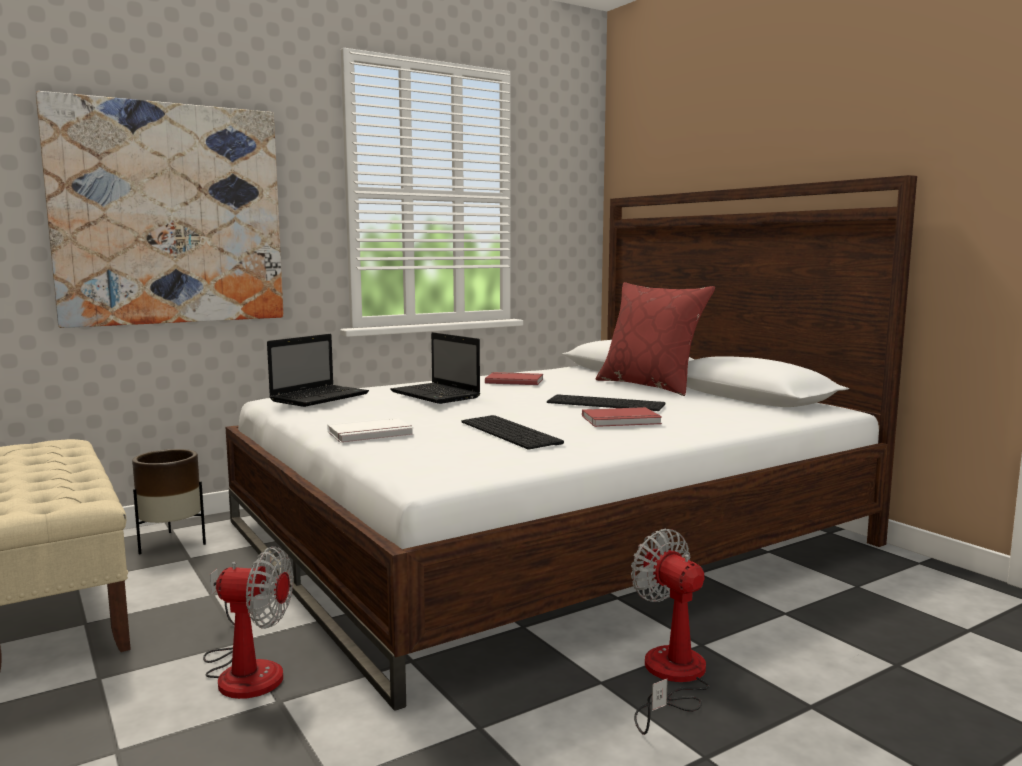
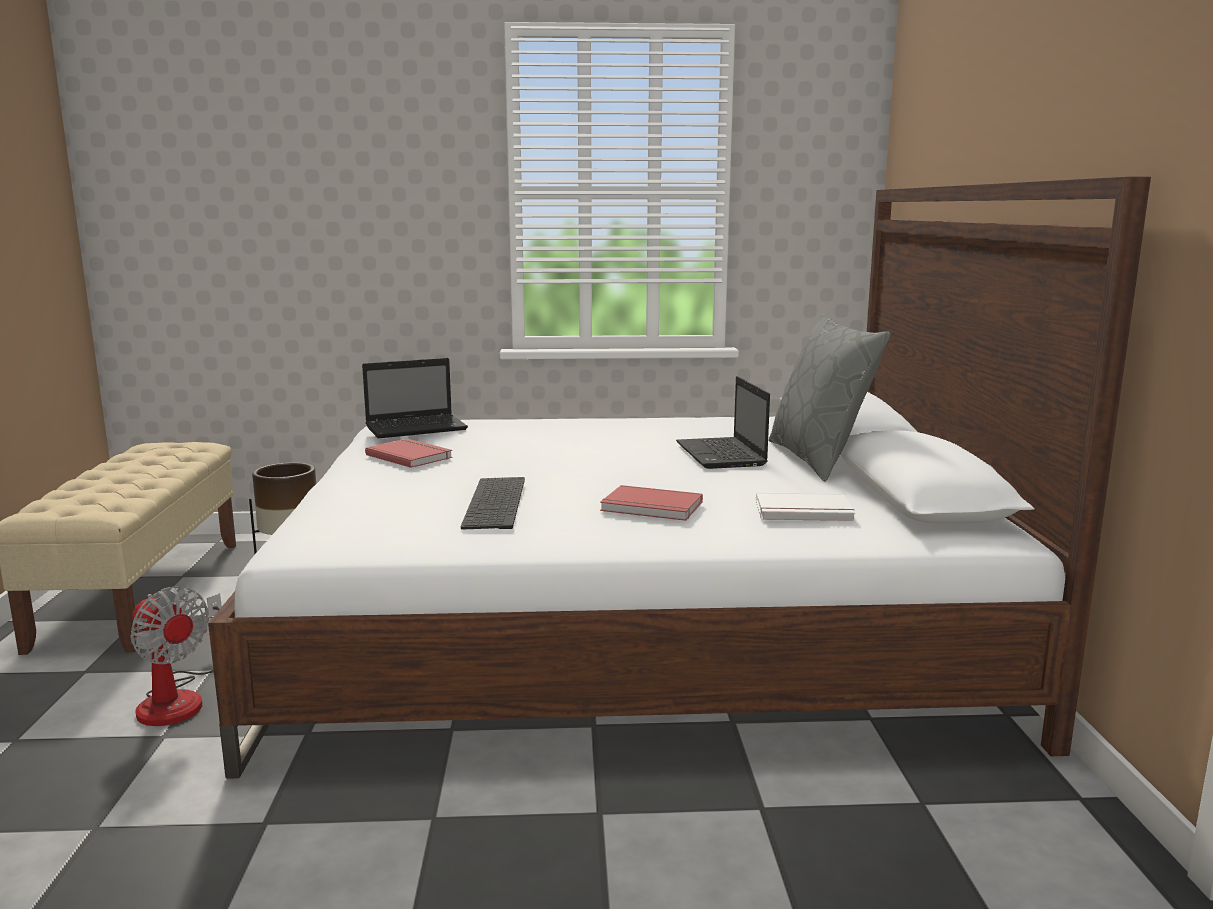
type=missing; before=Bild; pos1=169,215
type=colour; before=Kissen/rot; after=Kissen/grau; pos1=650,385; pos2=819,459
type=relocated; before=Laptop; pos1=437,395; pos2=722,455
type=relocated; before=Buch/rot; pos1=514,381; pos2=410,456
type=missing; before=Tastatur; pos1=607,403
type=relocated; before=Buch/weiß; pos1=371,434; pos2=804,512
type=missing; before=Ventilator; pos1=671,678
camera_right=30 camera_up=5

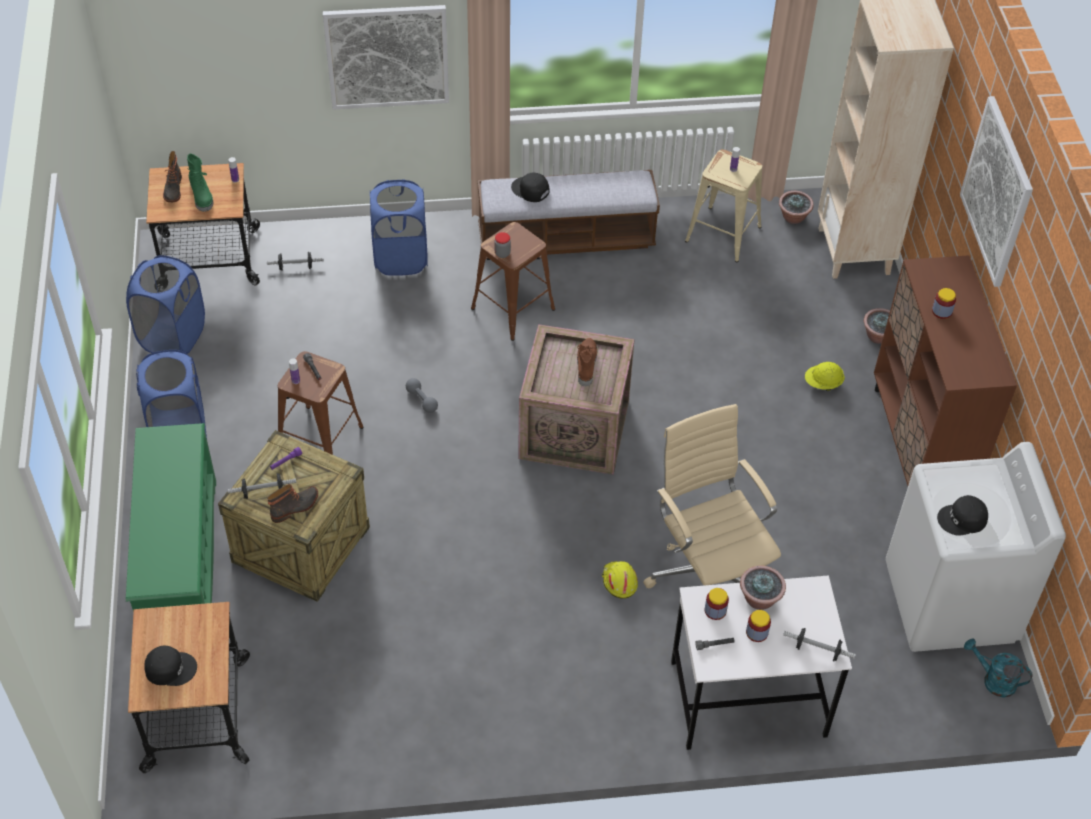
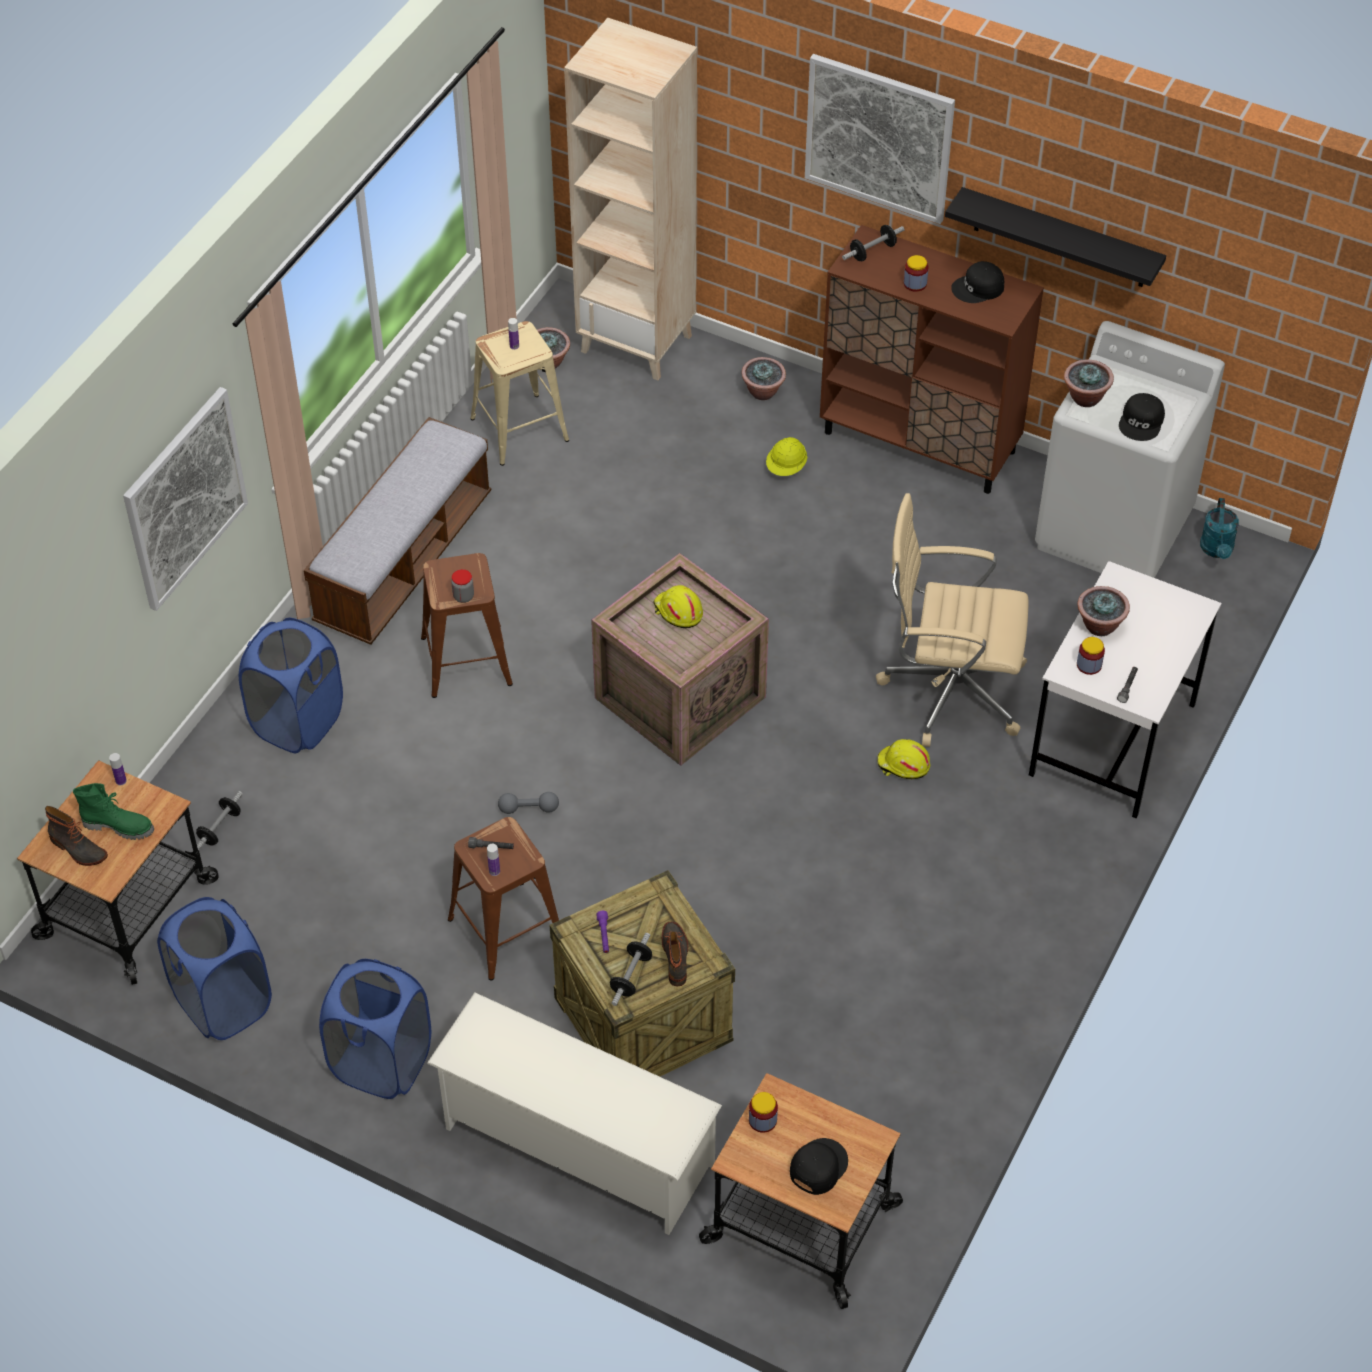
type=relocated; before=Kappe/schwarz; pos1=530,190; pos2=978,288
type=exchanged; before=Stiefel/braun; after=Schutzhelm/gelb; pos1=585,365; pos2=678,612
type=colour; before=Schuhregal/grün; after=Schuhregal/weiß; pos1=181,560; pos2=577,1146
type=relocated; before=Vorratsglas; pos1=757,632; pos2=762,1120
type=relocated; before=Hantel; pos1=817,650; pos2=872,251
type=spun; before=Gießkanne/türkis; pos1=993,680; pos2=1217,550; turn=-60
type=appeared; after=Wandregal/schwarz; pos2=1060,239
type=appeared; after=Topfpflanze; pos2=1085,398
camera_right=-55 camera_up=0

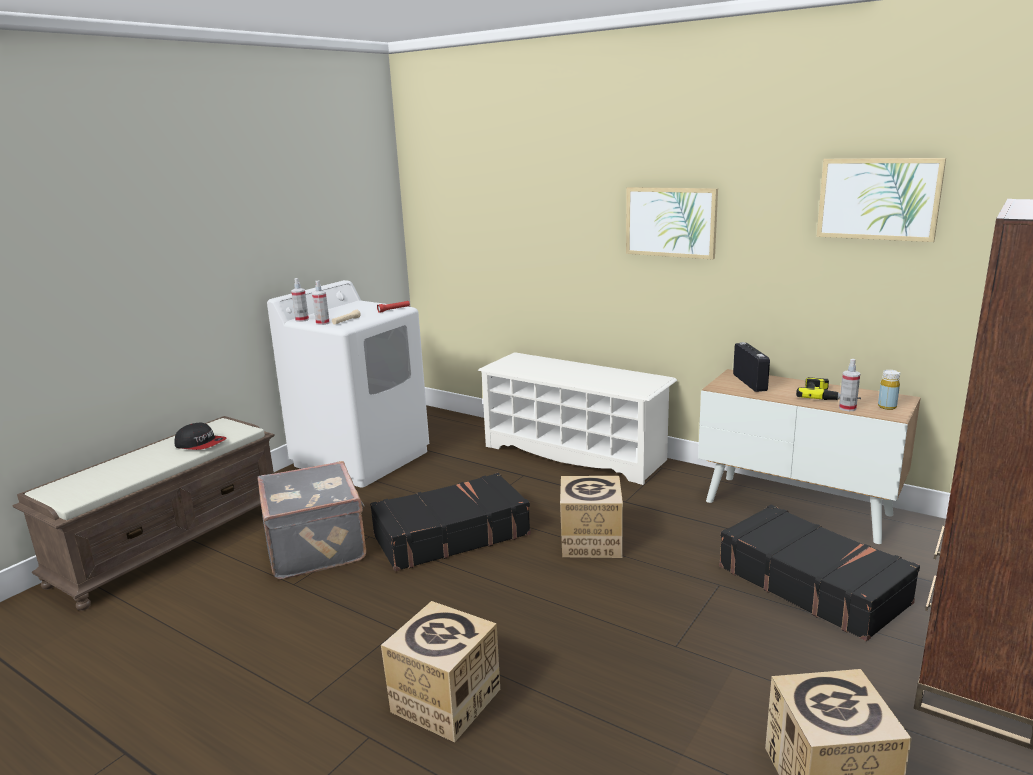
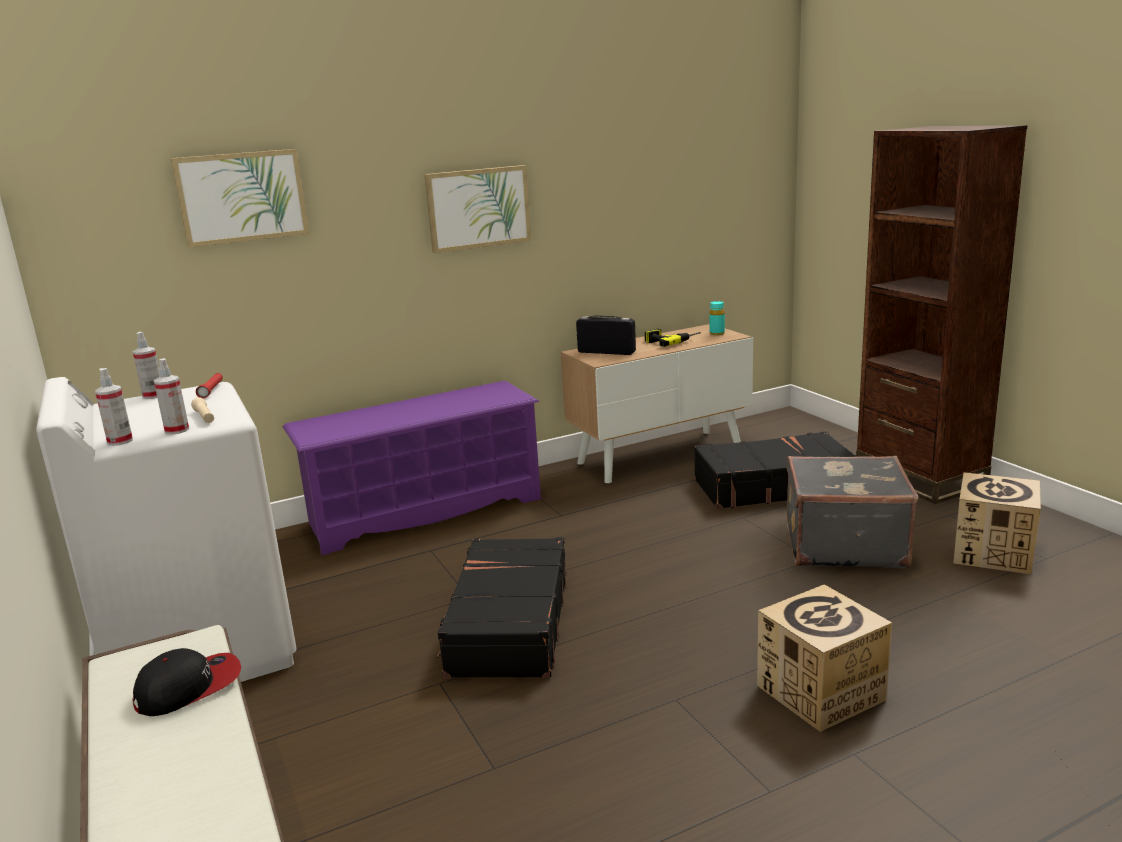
type=relocated; before=Bild; pos1=878,199; pos2=242,197
type=colour; before=Schuhregal/weiß; after=Schuhregal/lila; pos1=575,453; pos2=425,511
type=relocated; before=Sprühflasche; pos1=847,408; pos2=153,396
type=colour; before=Flasche/gelb; after=Flasche/türkis; pos1=887,407; pos2=717,333
type=relocated; before=Koffer/grau; pos1=317,546; pos2=843,545
type=missing; before=Karton; pos1=591,541
camera_right=-60 camera_up=0

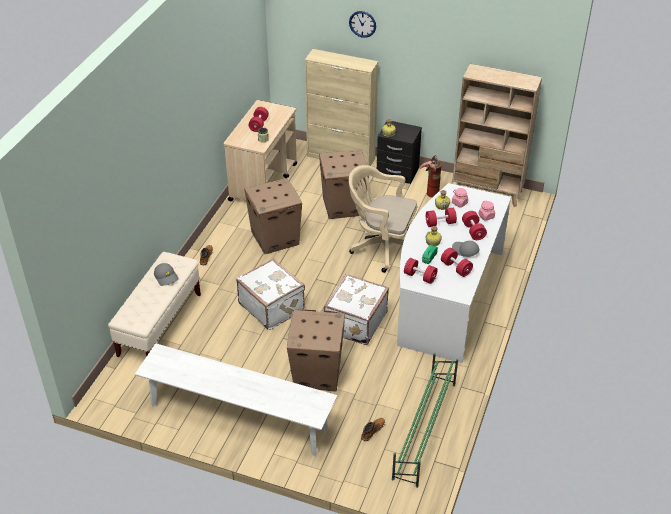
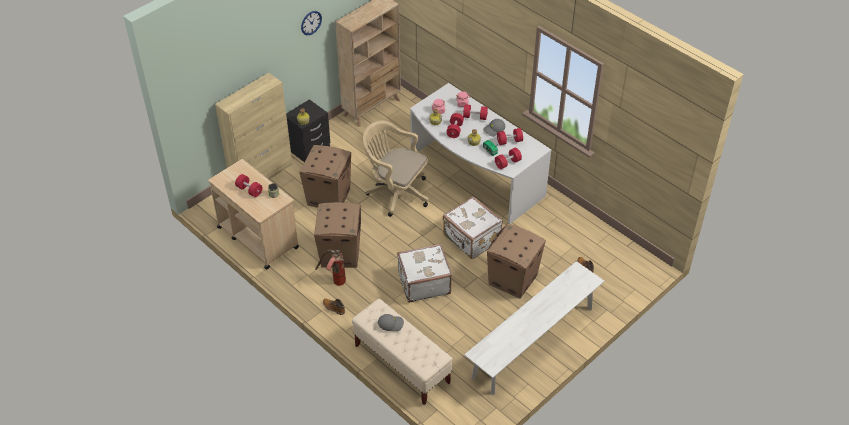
type=relocated; before=Wanduhr; pos1=362,24; pos2=311,22
type=relocated; before=Feuerlöscher; pos1=430,191; pos2=334,280
type=spun; before=Bürostuhl/beige; pos1=381,247; pos2=395,192; turn=75
type=missing; before=Schuhregal/grün; pos1=424,430
camera_right=-65 camera_up=5

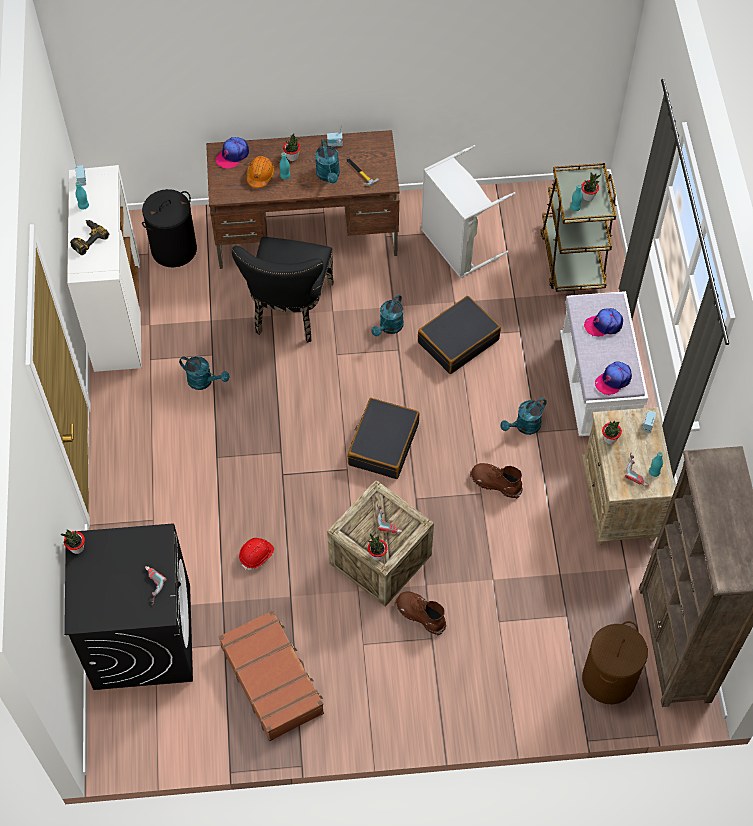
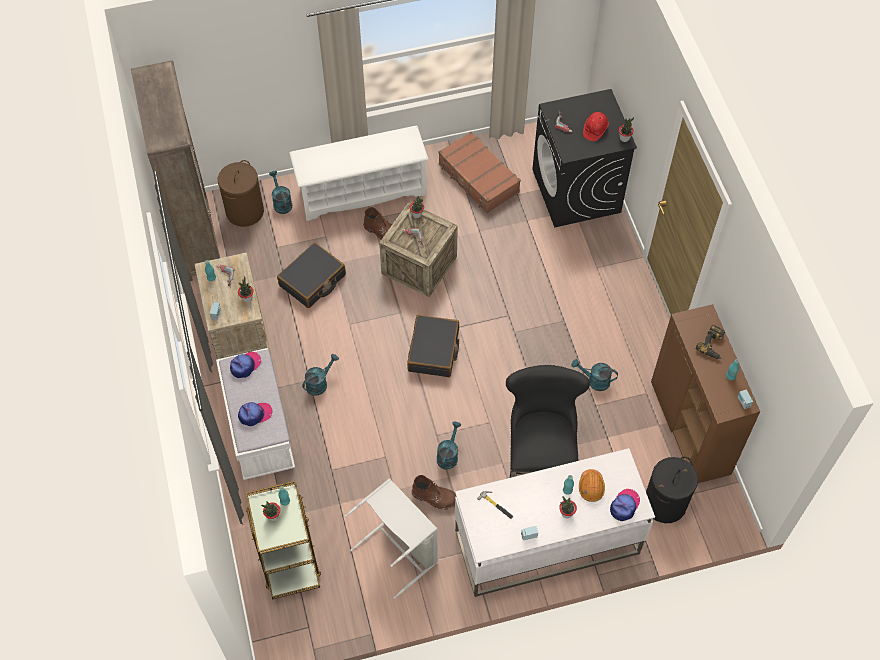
type=colour; before=Schreibtisch/braun; after=Schreibtisch/weiß; pos1=307,232; pos2=546,542
type=relocated; before=Gießkanne/türkis; pos1=329,176; pos2=281,202
type=colour; before=Schrank/weiß; after=Schrank/braun; pos1=117,315; pos2=690,429
type=relocated; before=Koffer/schwarz; pos1=458,341; pos2=312,281
type=relocated; before=Stiefel/braun; pos1=495,483; pos2=434,497
type=relocated; before=Schutzhelm/rot; pos1=257,555; pos2=595,130
type=appeared; after=Schuhregal/weiß; pos2=362,191
camera_right=170 camera_up=0

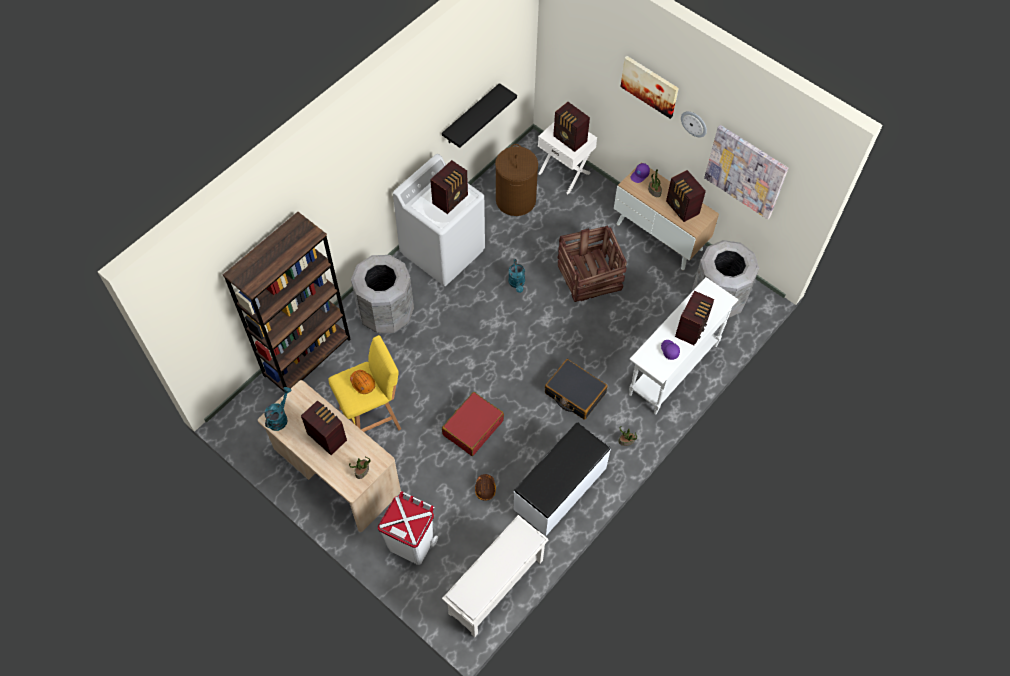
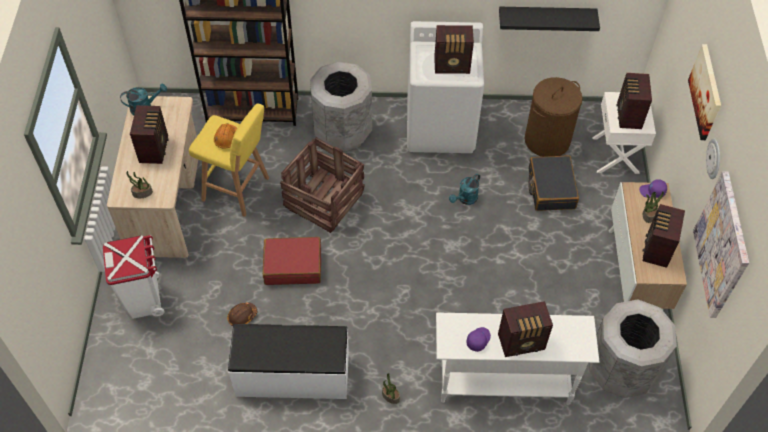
type=relocated; before=Kiste; pos1=589,276; pos2=323,201
type=relocated; before=Koffer/schwarz; pos1=575,393; pos2=551,188
type=missing; before=Schuhregal/weiß; pos1=496,588
camera_right=50 camera_up=-5

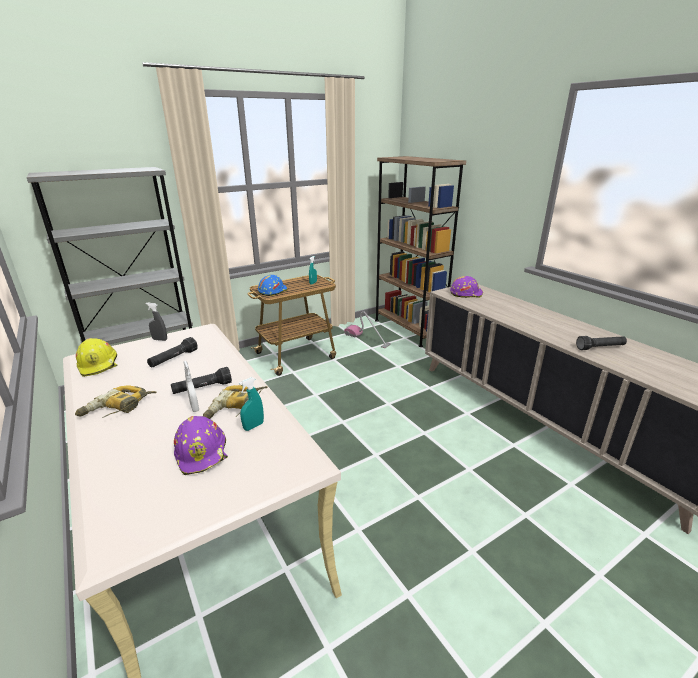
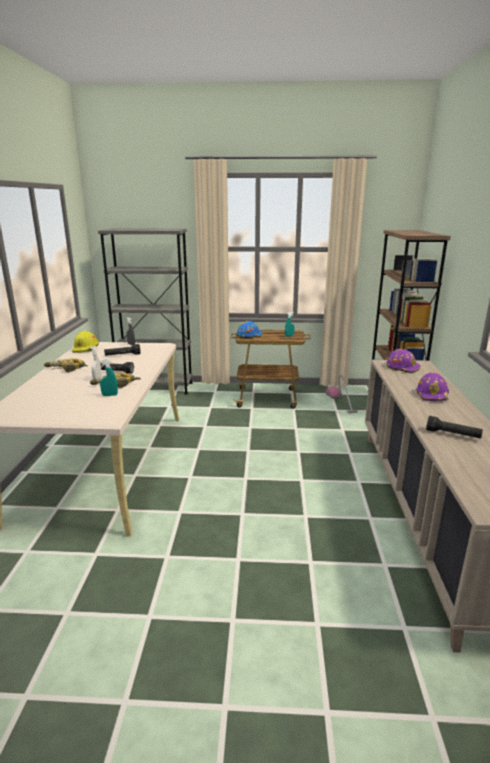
type=relocated; before=Schutzhelm/lila; pos1=202,453; pos2=432,395
camera_right=35 camera_up=-5

